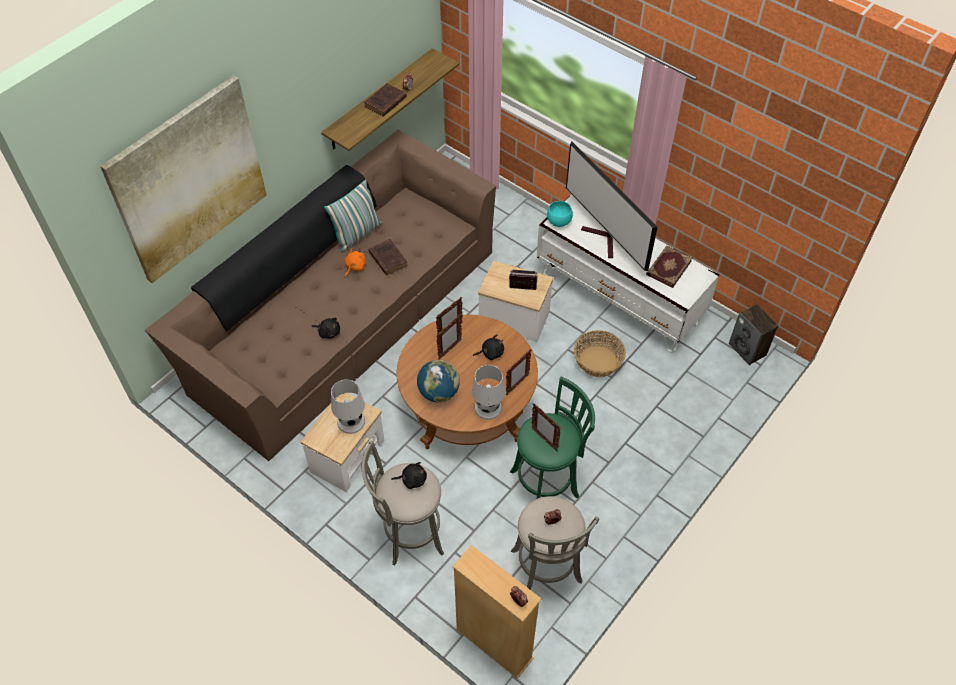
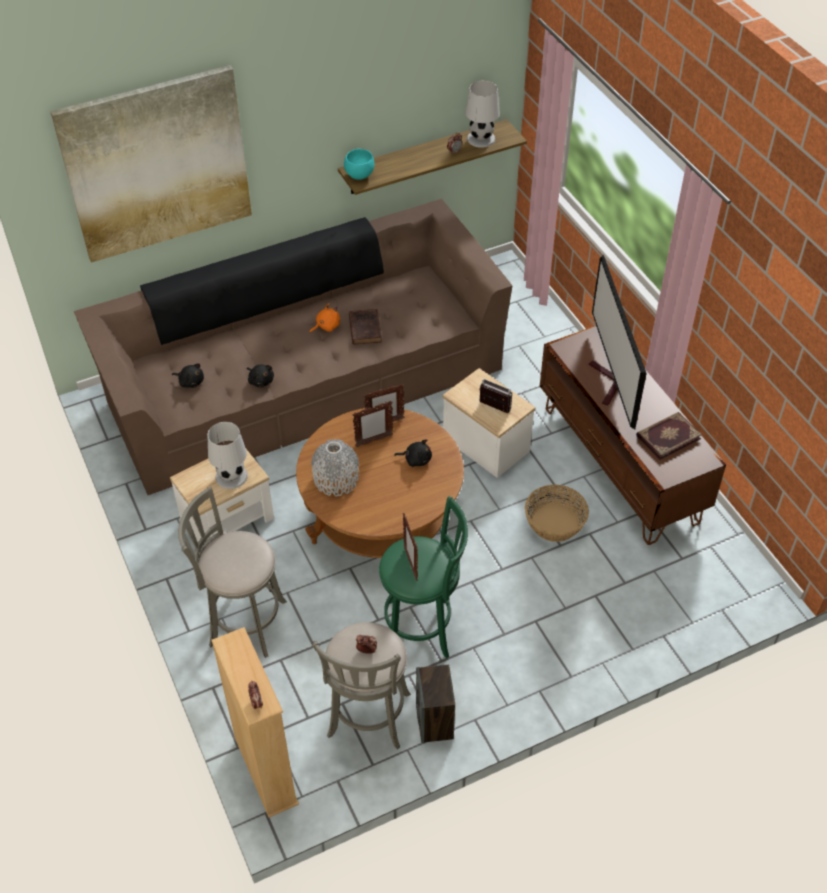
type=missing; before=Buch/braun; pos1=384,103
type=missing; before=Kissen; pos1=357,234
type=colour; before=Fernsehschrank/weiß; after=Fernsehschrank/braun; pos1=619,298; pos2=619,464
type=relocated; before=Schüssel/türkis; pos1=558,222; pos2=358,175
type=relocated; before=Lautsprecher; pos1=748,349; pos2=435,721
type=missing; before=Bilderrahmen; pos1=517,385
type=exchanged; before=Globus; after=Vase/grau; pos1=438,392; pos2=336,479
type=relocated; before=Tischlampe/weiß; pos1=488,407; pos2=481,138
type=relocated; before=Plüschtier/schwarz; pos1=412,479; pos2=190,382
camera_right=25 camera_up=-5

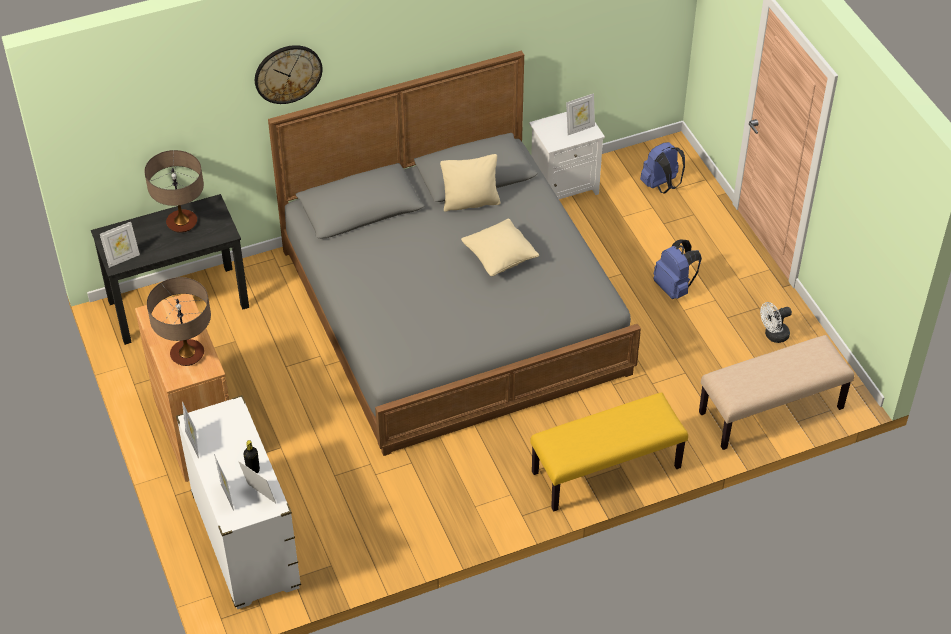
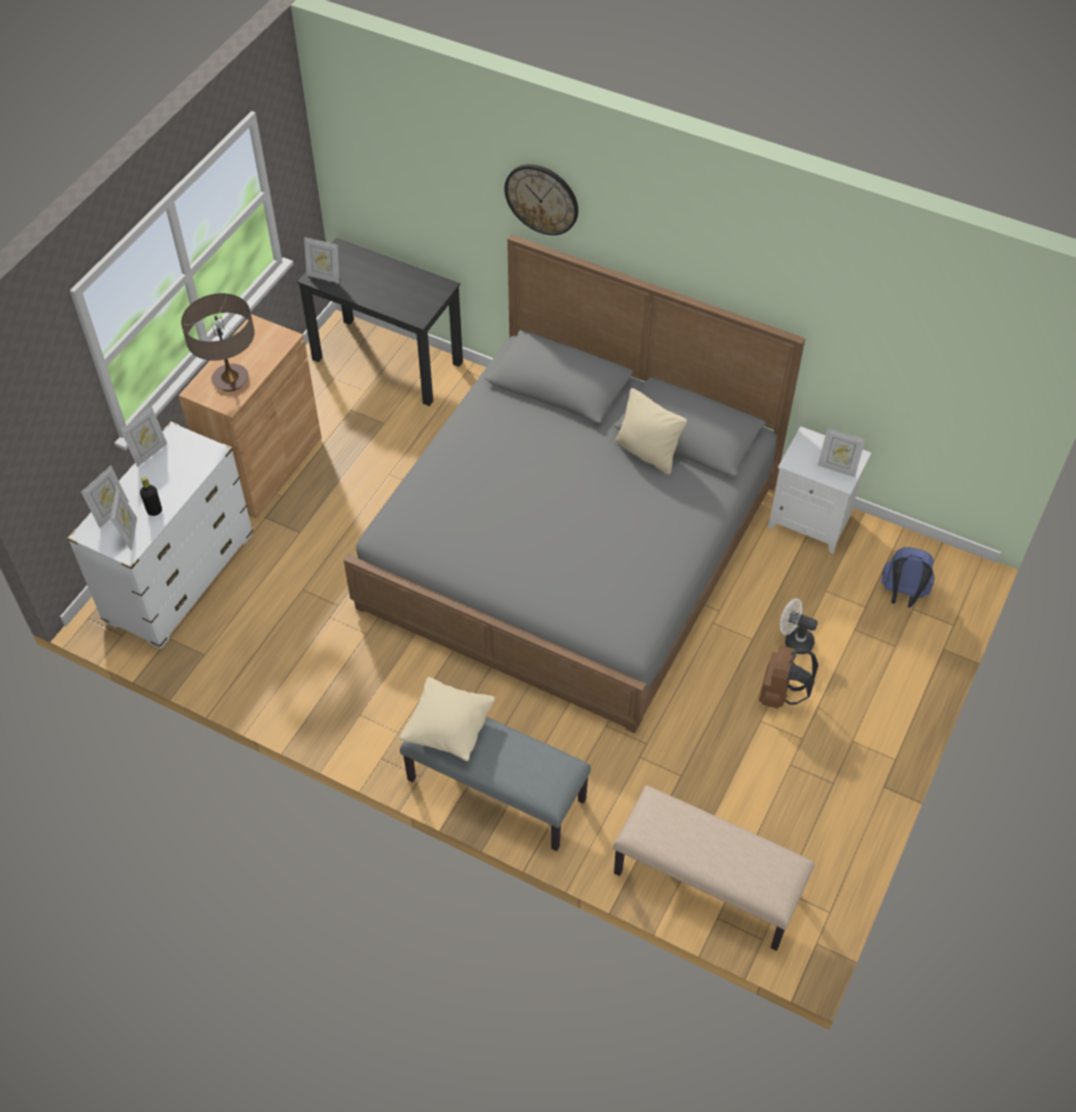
type=missing; before=Tischlampe; pos1=182,223
type=relocated; before=Kissen/beige; pos1=499,258; pos2=448,729
type=colour; before=Rucksack/blau; after=Rucksack/braun; pos1=674,288; pos2=781,694
type=relocated; before=Ventilator/weiß; pos1=773,335; pos2=794,640
type=colour; before=Bank/gelb; after=Bank/grau; pos1=606,471; pos2=495,790
camera_right=50 camera_up=5

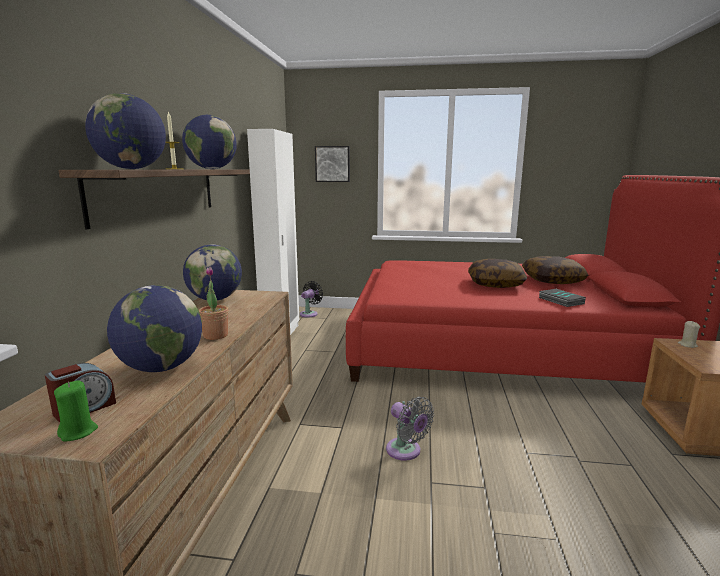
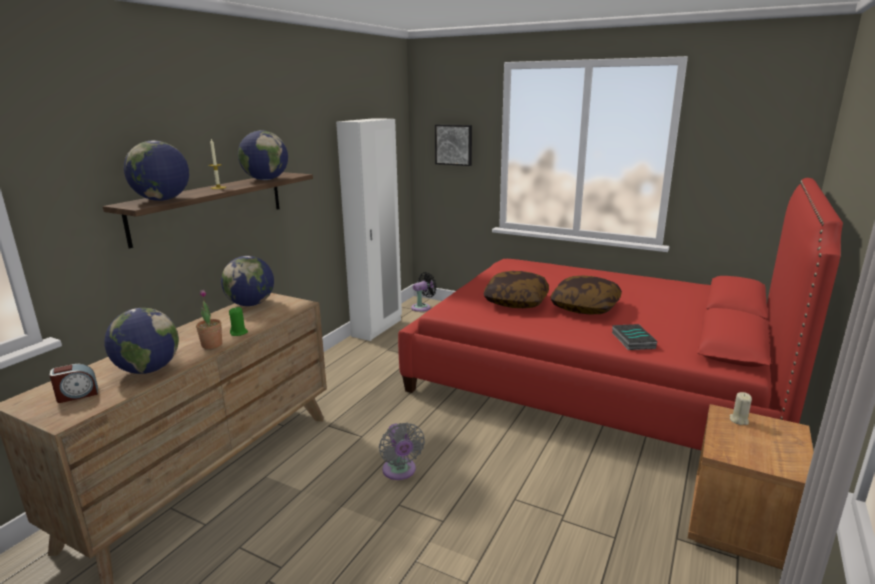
type=relocated; before=Kissen; pos1=552,280; pos2=516,301
type=relocated; before=Kerze/grün; pos1=78,432; pos2=239,333
camera_right=20 camera_up=5

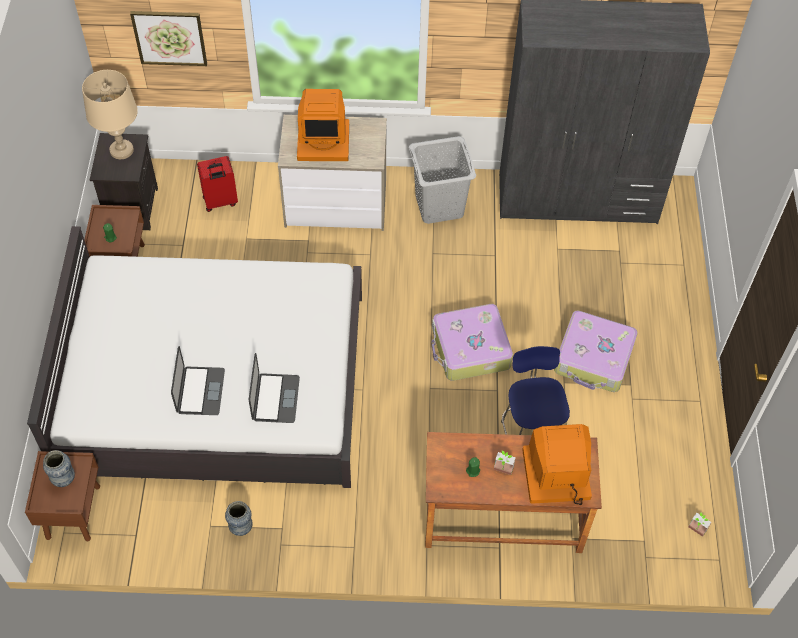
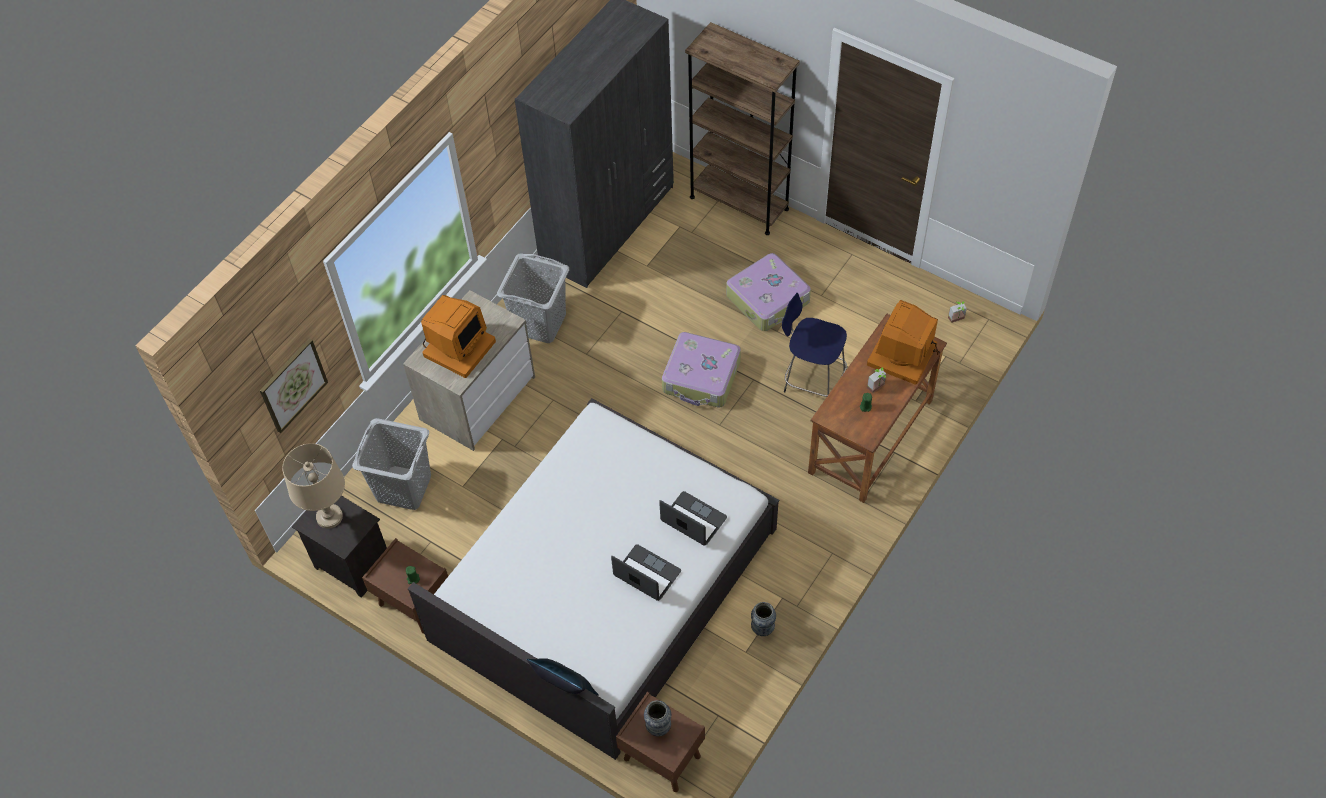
type=exchanged; before=Koffer/rot; after=Wäschekorb/grau; pos1=220,202; pos2=404,488
type=appeared; after=Bücherregal/braun; pos2=739,203
type=appeared; after=Kissen/blau; pos2=564,689
camera_right=-55 camera_up=0

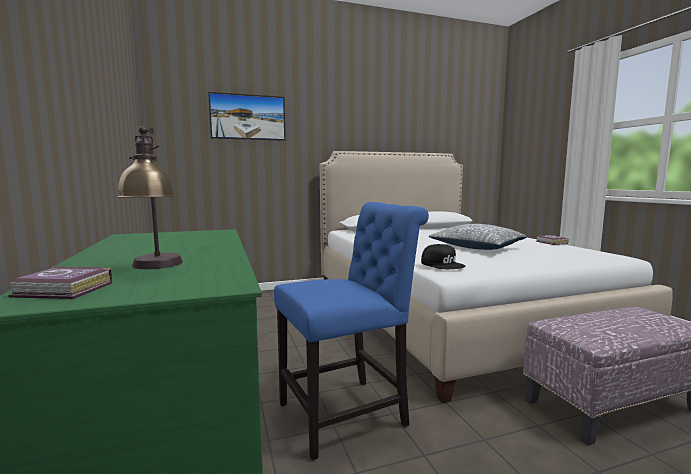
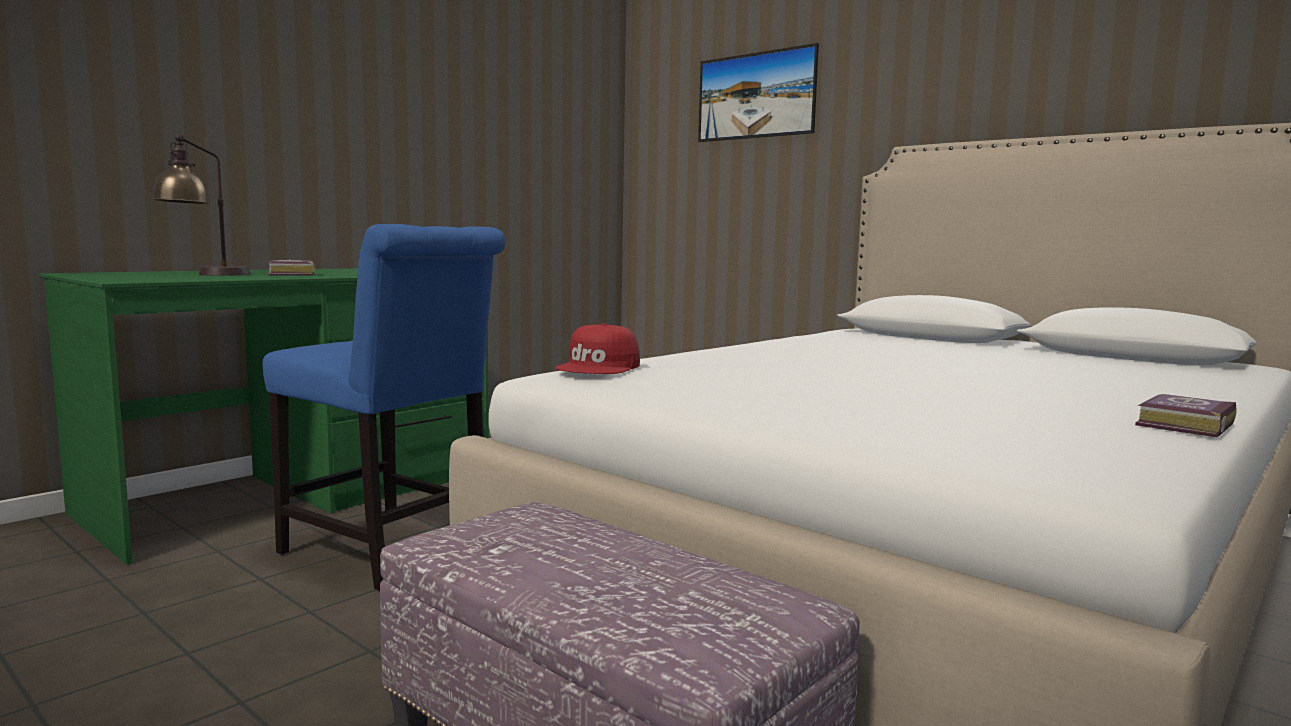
type=missing; before=Kissen; pos1=476,248
type=colour; before=Kappe/schwarz; after=Kappe/rot; pos1=442,264; pos2=600,367
type=relocated; before=Buch; pos1=64,290; pos2=289,274
camera_right=60 camera_up=0

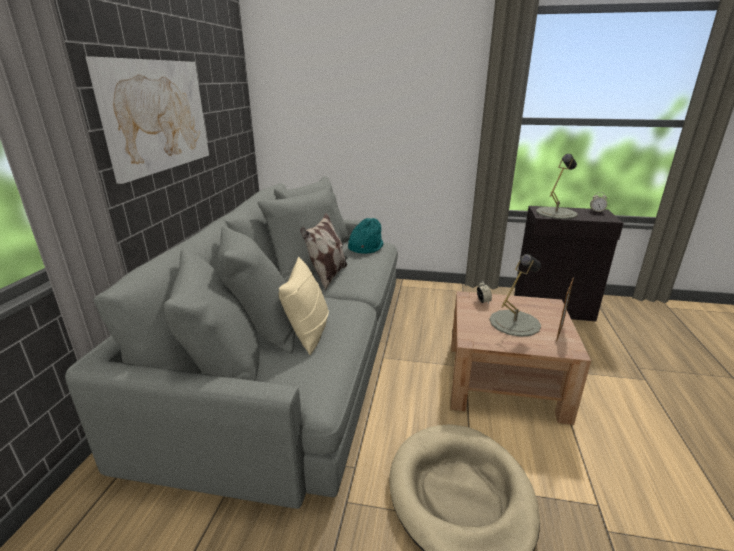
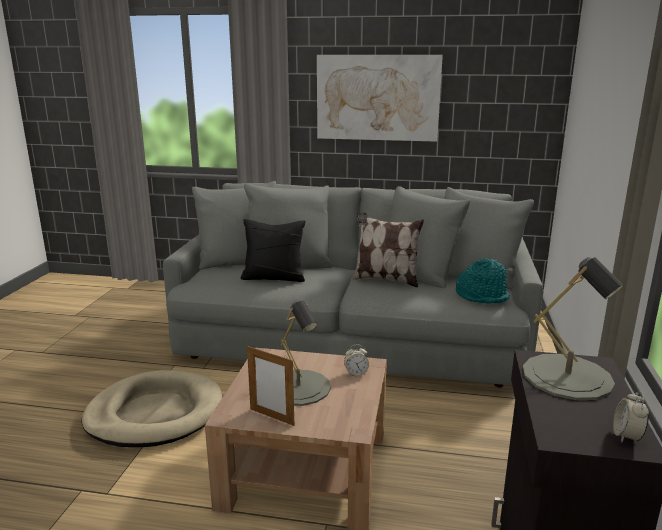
type=colour; before=Kissen/beige; after=Kissen/schwarz; pos1=308,333; pos2=274,277
camera_right=90 camera_up=-5

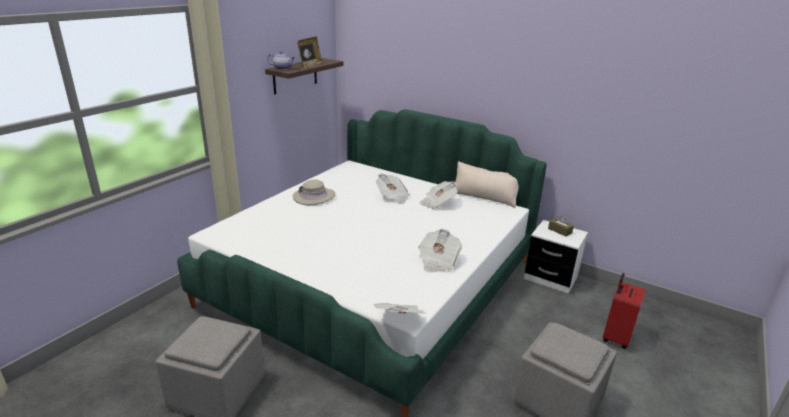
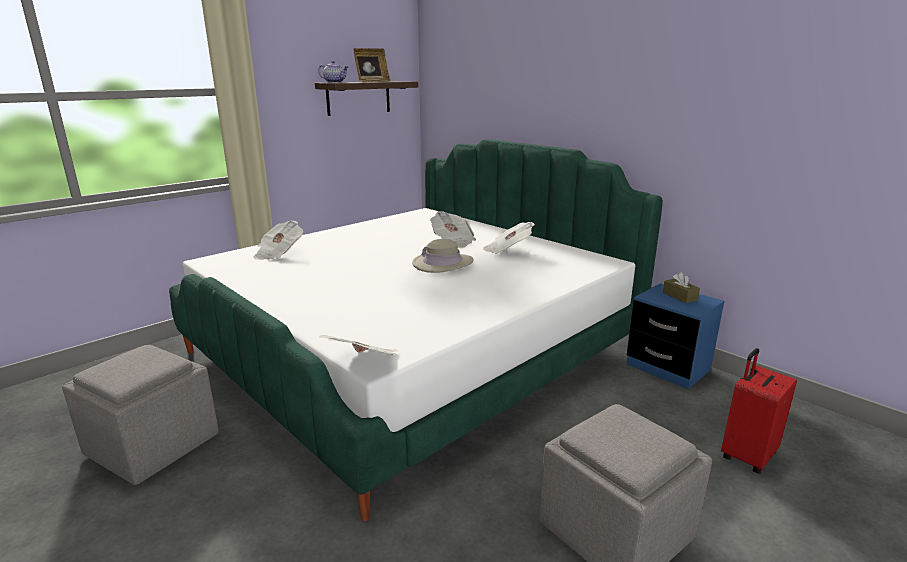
type=missing; before=Kissen/beige; pos1=484,197
type=relocated; before=Hut/beige; pos1=314,196; pos2=443,263
type=colour; before=Nachttisch/weiß; after=Nachttisch/blau; pos1=550,278; pos2=667,367
type=relocated; before=Zeitung; pos1=438,261; pos2=278,253
camera_right=15 camera_up=-5

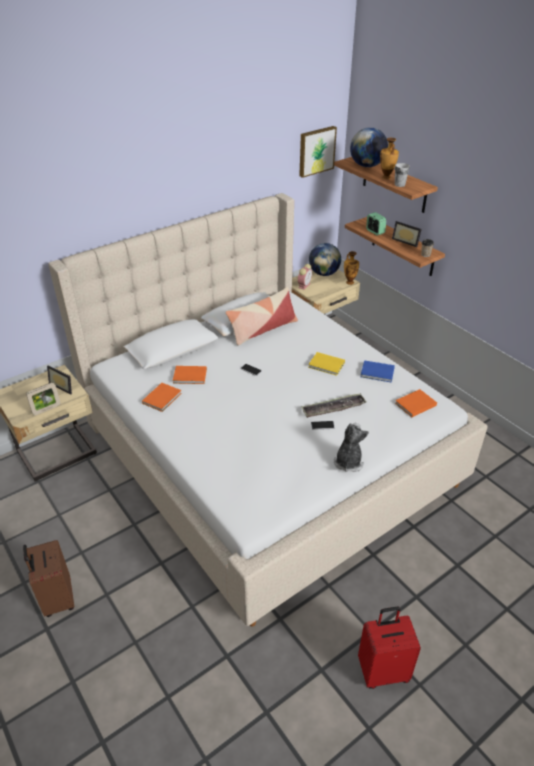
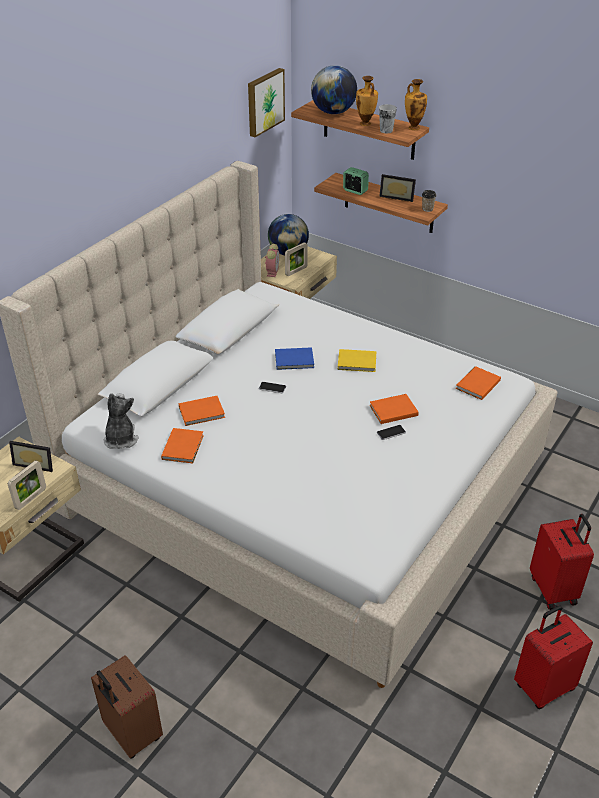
type=relocated; before=Vase; pos1=349,282; pos2=413,127
type=missing; before=Kissen; pos1=262,329
type=relocated; before=Buch/blau; pos1=378,373; pos2=295,360
type=exchanged; before=Tablett; after=Buch/orange; pos1=333,408; pos2=392,410
type=relocated; before=Plüschtier; pos1=348,462; pos2=121,439
type=appeared; after=Bilderrahmen; pos2=296,271
type=appeared; after=Koffer/rot; pos2=554,589
camera_right=-20 camera_up=0

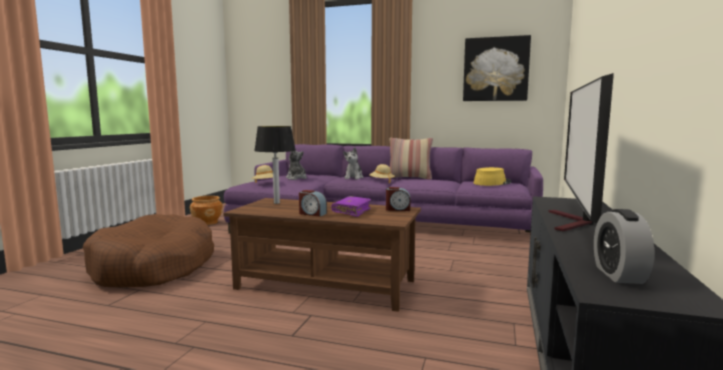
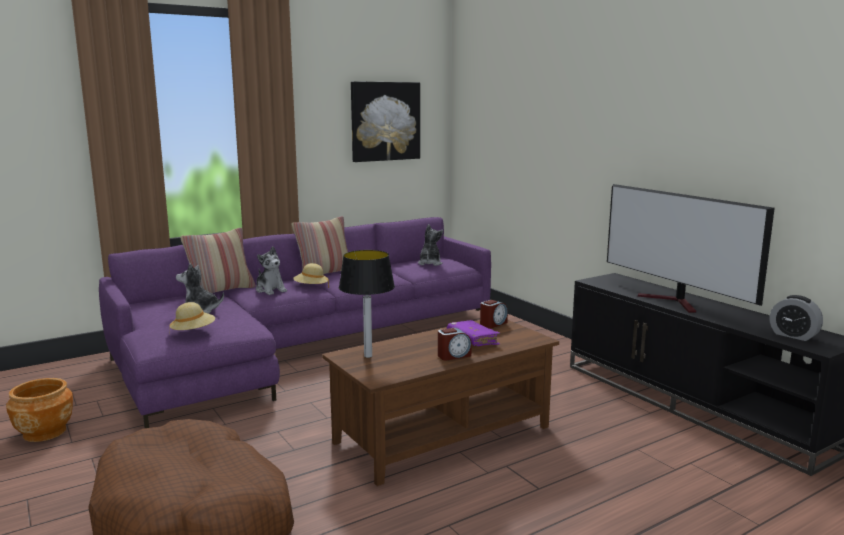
type=exchanged; before=Hut/gelb; after=Plüschtier; pos1=492,183; pos2=430,263
type=appeared; after=Kissen; pos2=221,291
camera_right=-50 camera_up=5

